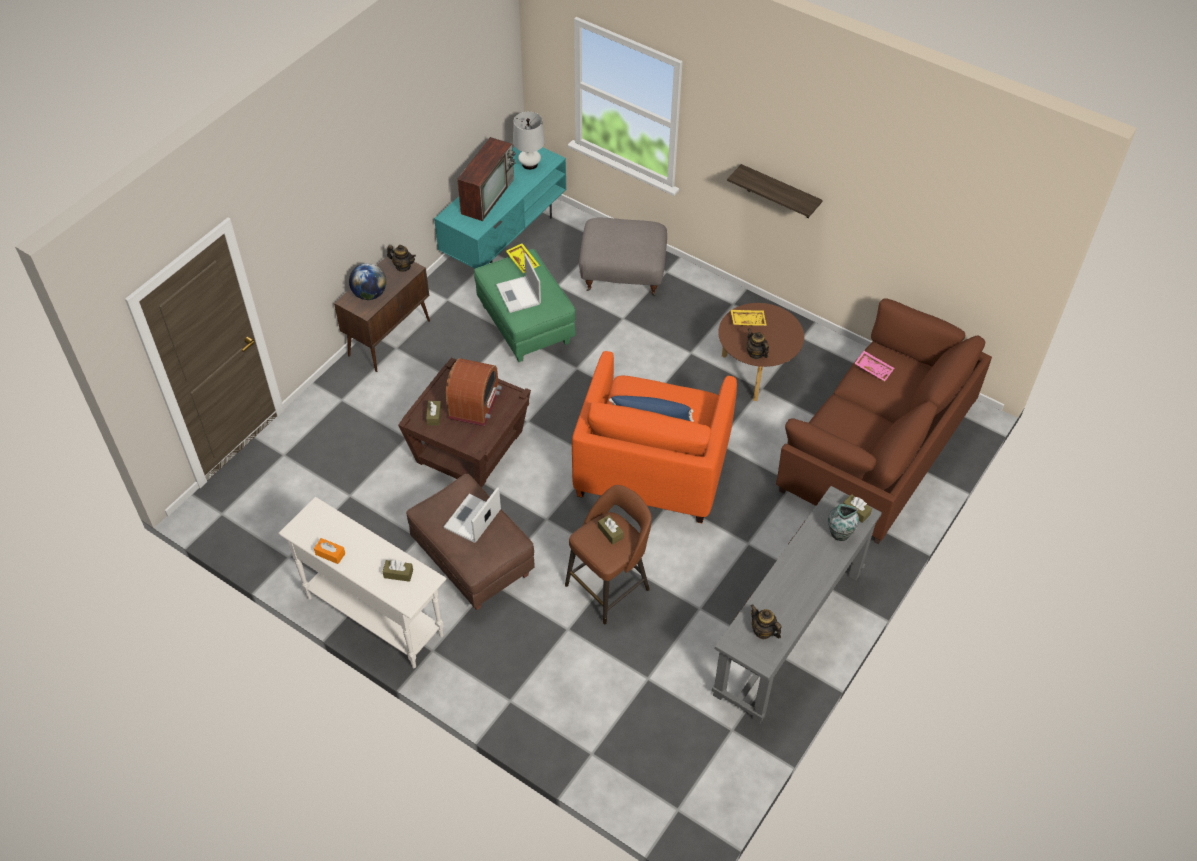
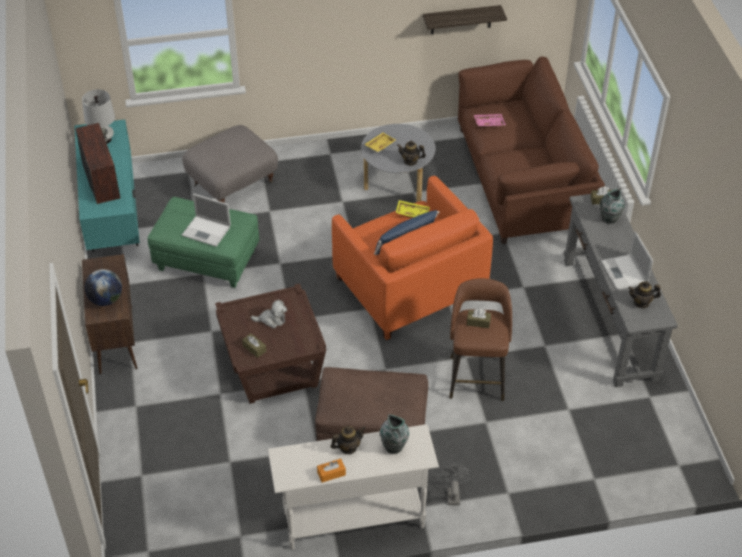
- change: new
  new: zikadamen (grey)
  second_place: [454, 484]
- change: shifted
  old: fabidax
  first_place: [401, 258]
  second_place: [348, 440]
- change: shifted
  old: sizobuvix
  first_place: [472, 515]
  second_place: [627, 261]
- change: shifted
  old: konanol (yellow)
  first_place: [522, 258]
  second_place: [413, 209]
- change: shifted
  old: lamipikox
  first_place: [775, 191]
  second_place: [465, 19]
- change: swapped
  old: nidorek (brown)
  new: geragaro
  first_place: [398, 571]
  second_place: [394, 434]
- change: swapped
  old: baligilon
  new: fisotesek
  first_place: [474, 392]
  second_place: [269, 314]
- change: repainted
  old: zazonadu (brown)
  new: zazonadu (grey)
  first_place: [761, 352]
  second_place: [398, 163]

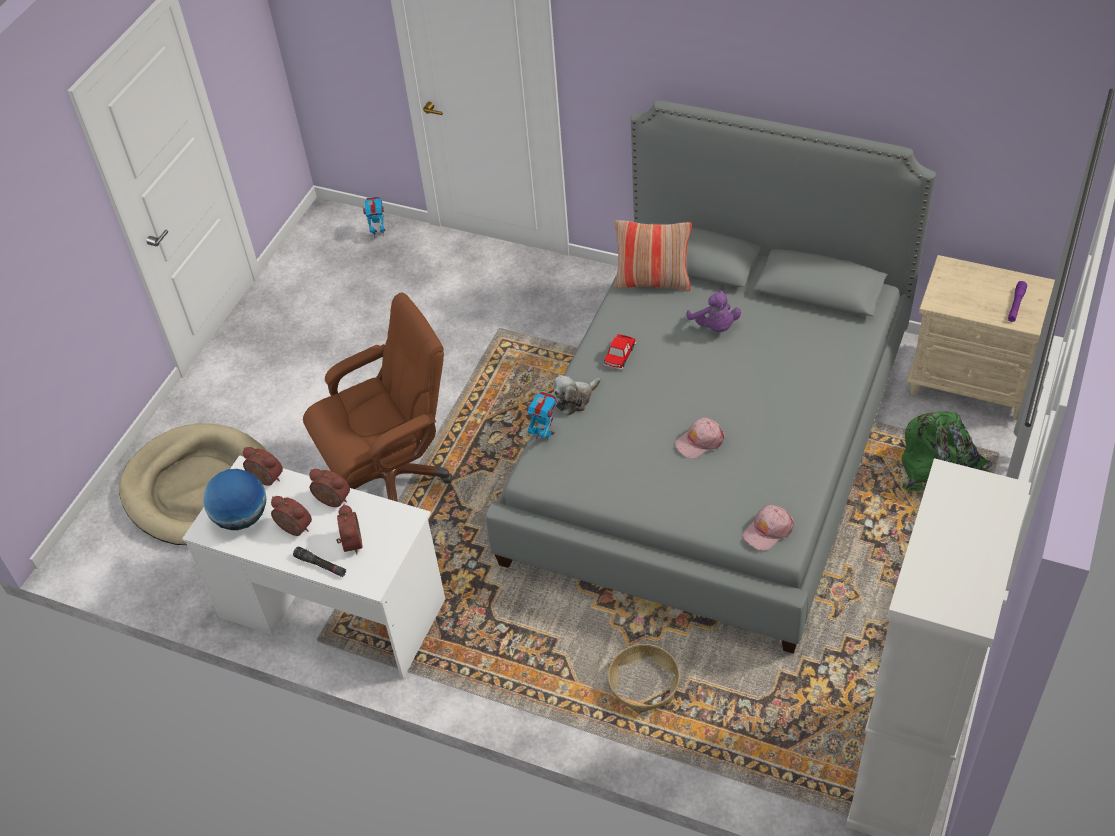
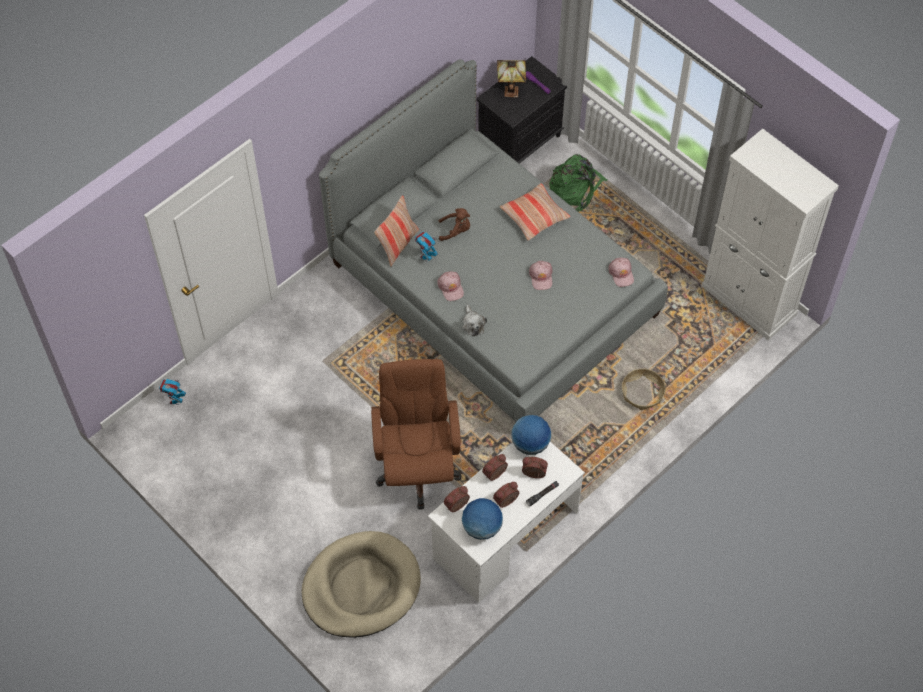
- change: new
  new: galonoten
  second_place: [511, 78]
- change: new
  new: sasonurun
  second_place: [535, 212]
- change: new
  new: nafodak
  second_place: [531, 435]
- change: shifted
  old: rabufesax
  first_place: [542, 416]
  second_place: [426, 247]
- change: swapped
  old: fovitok
  new: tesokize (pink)
  first_place: [620, 352]
  second_place: [450, 286]
- change: repainted
  old: fisotesek (purple)
  new: fisotesek (brown)
  first_place: [713, 311]
  second_place: [454, 224]
- change: repainted
  old: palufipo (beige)
  new: palufipo (black)
  first_place: [980, 337]
  second_place: [521, 109]

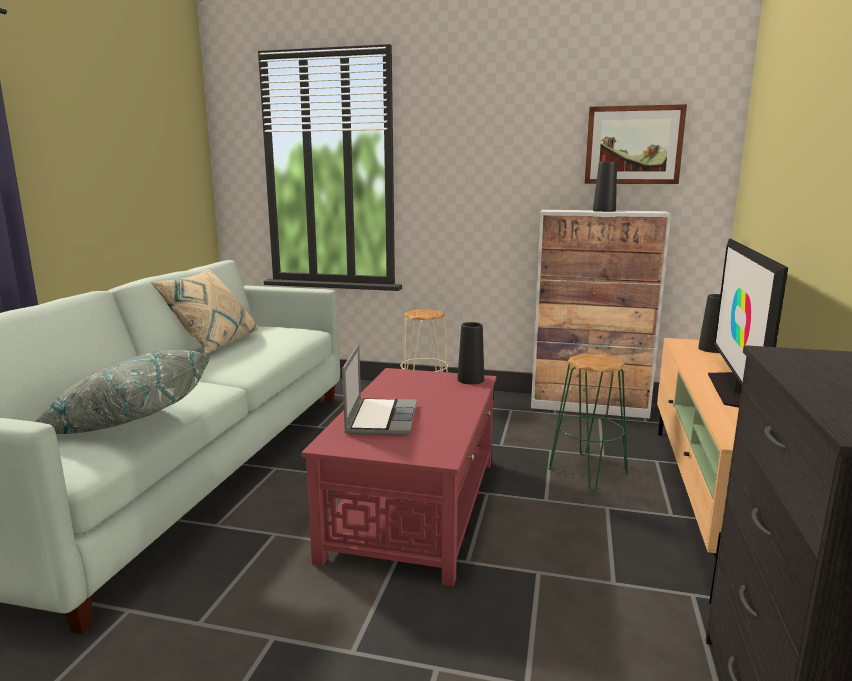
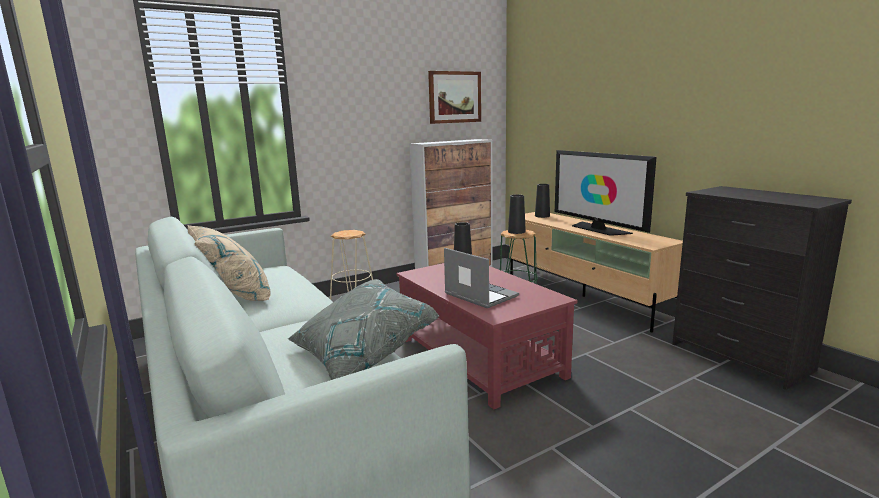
- change: shifted
  old: geragaro (black)
  first_place: [605, 187]
  second_place: [517, 214]

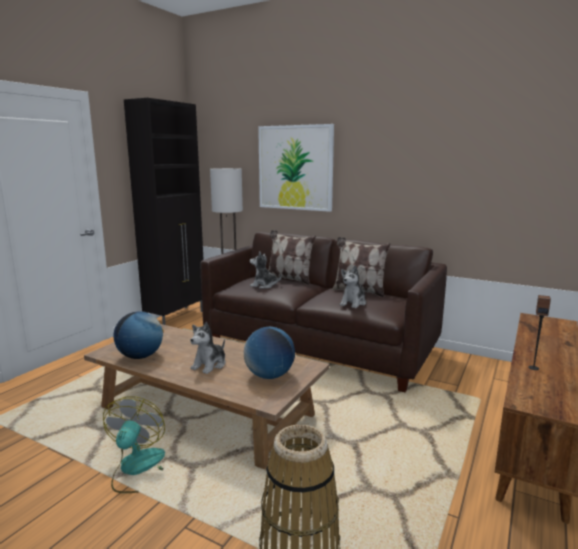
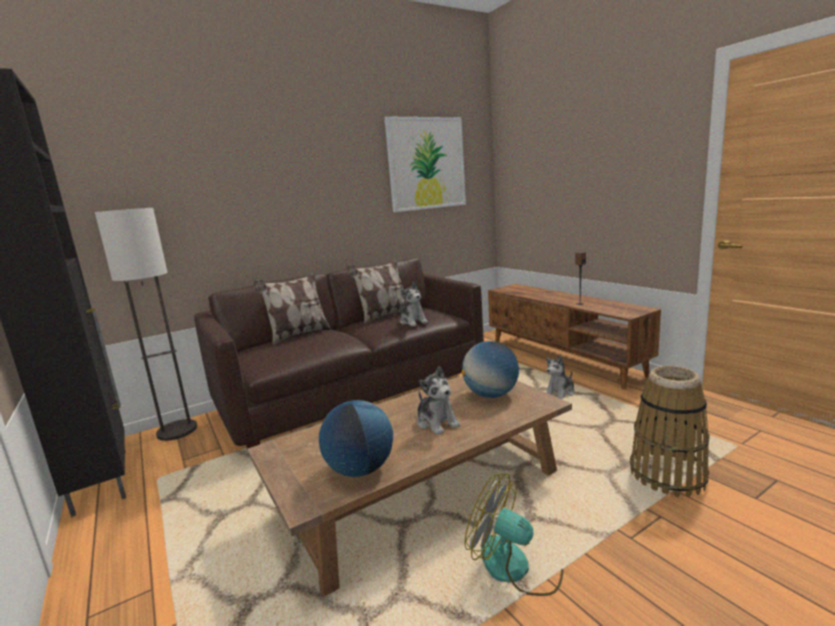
- change: shifted
  old: fisotesek
  first_place: [266, 270]
  second_place: [560, 377]
- change: shifted
  old: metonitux
  first_place: [296, 168]
  second_place: [425, 164]

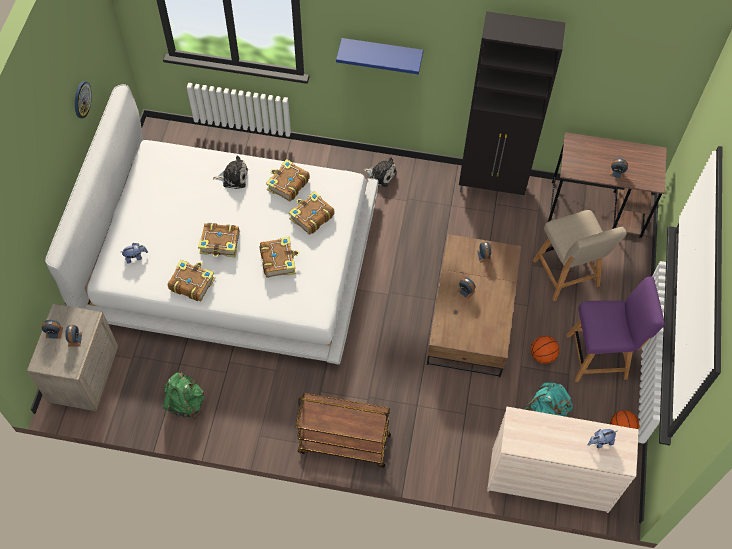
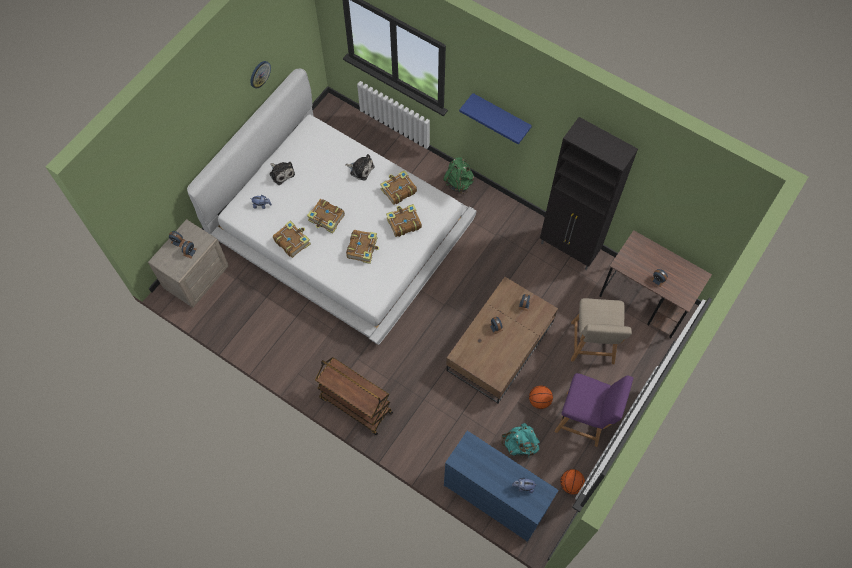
- change: shifted
  old: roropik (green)
  first_place: [183, 395]
  second_place: [458, 175]
- change: shifted
  old: fisotesek
  first_place: [380, 172]
  second_place: [282, 173]
- change: repainted
  old: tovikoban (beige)
  new: tovikoban (blue)
  first_place: [563, 460]
  second_place: [501, 486]

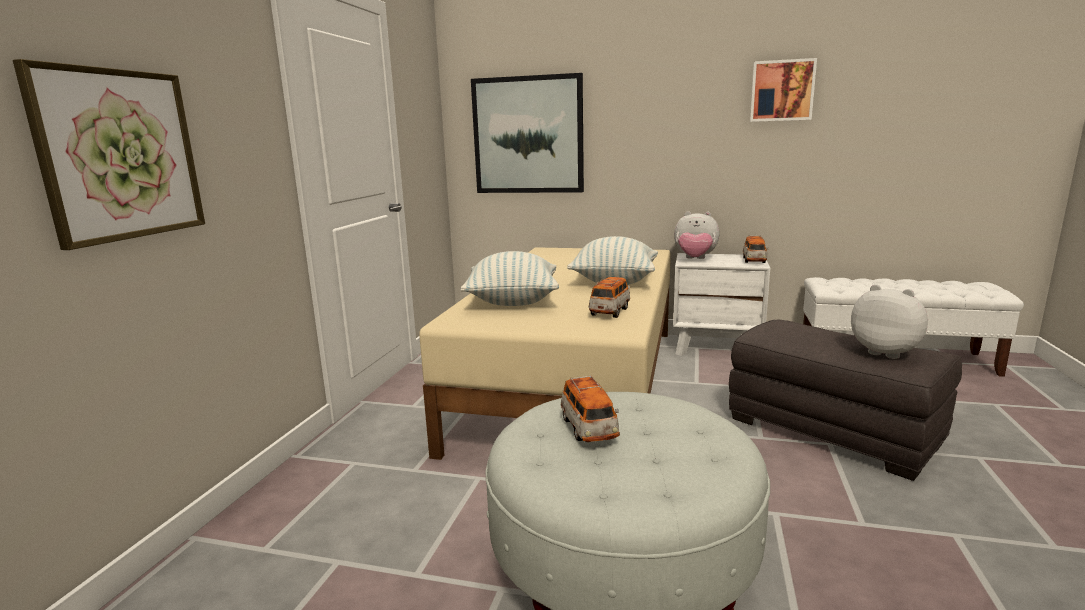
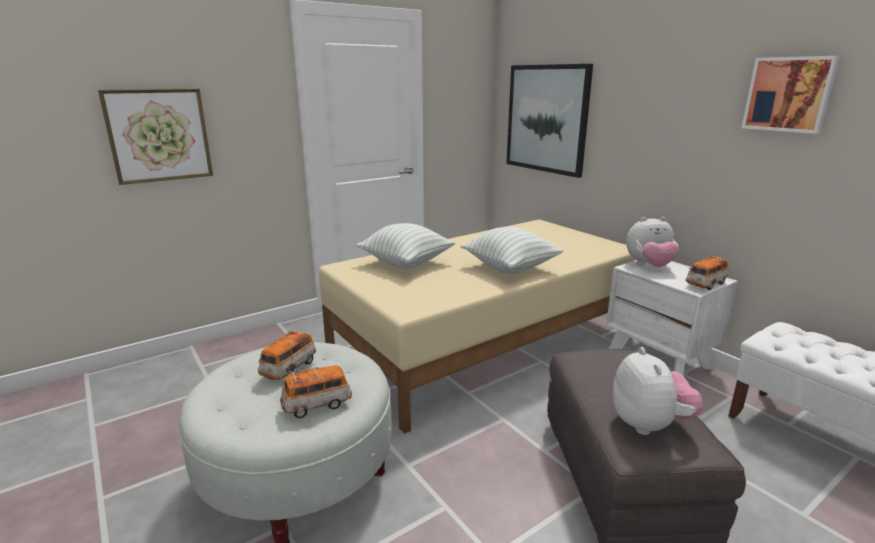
- change: shifted
  old: fovitok
  first_place: [609, 297]
  second_place: [316, 391]
- change: rotated
  old: fisotesek
  first_place: [697, 235]
  second_place: [652, 242]
  degrees: -60

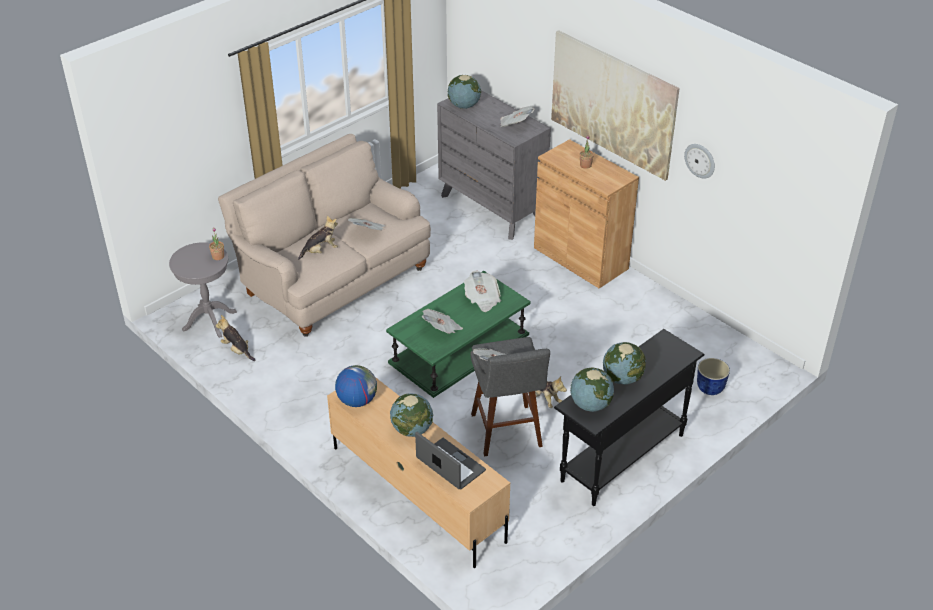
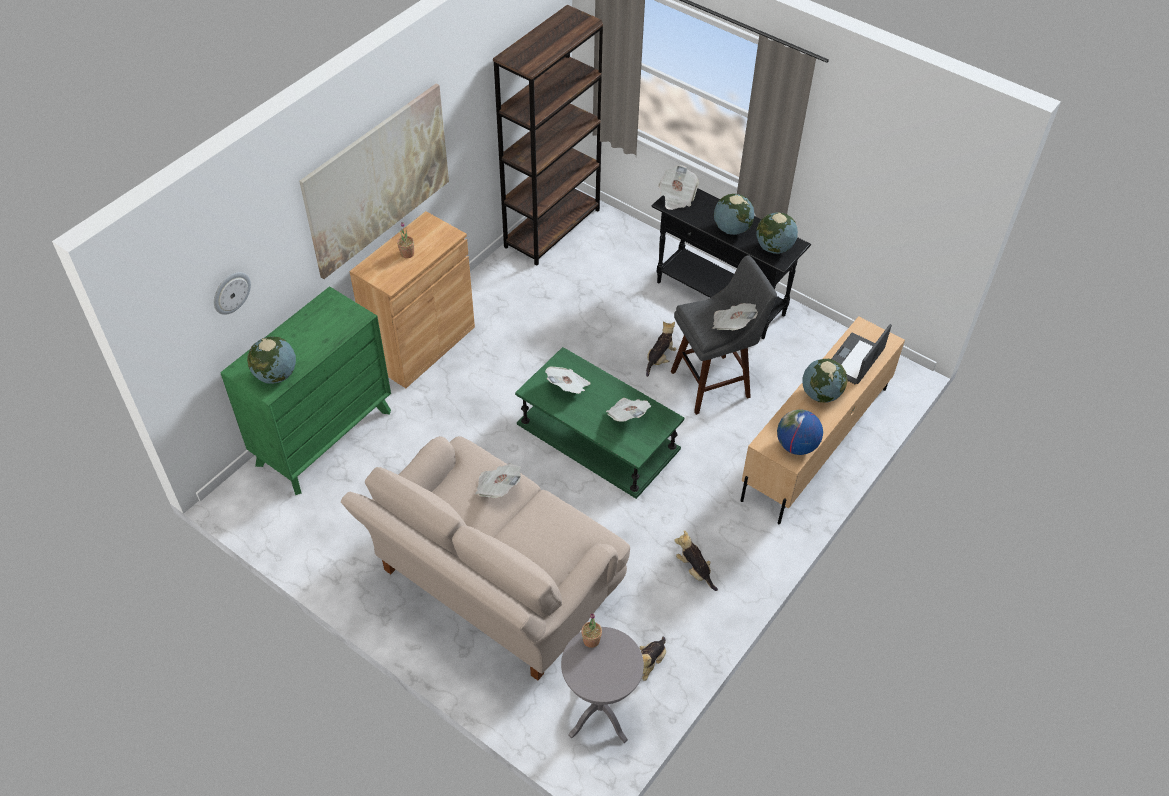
- change: gone
  old: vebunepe
  first_place: [713, 376]
- change: new
  new: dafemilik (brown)
  second_place: [548, 135]
- change: shifted
  old: fisotesek
  first_place: [318, 238]
  second_place: [696, 560]
- change: shifted
  old: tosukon
  first_place: [517, 116]
  second_place: [679, 187]
- change: shifted
  old: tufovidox
  first_place: [699, 161]
  second_place: [232, 293]
- change: repainted
  old: tovikoban (grey)
  new: tovikoban (green)
  first_place: [494, 165]
  second_place: [305, 390]

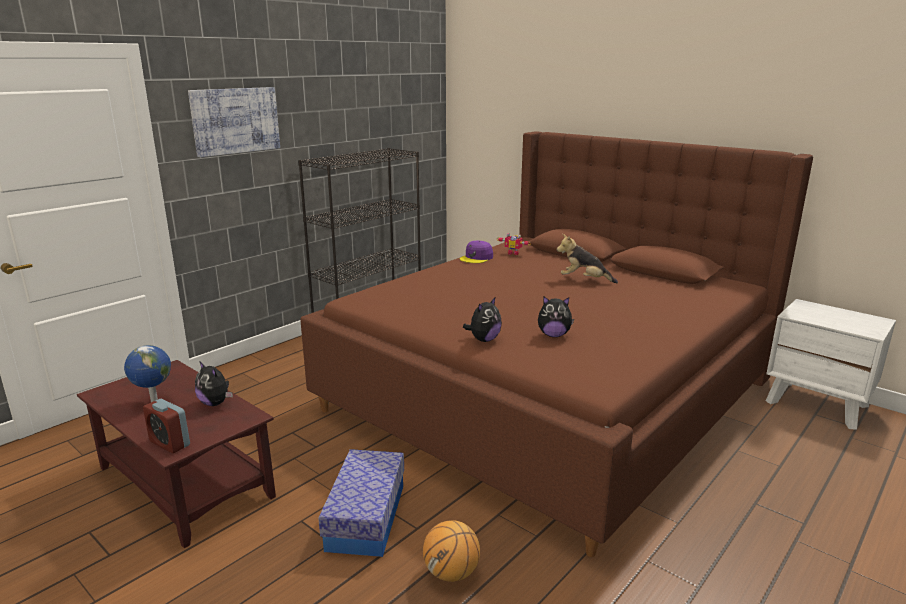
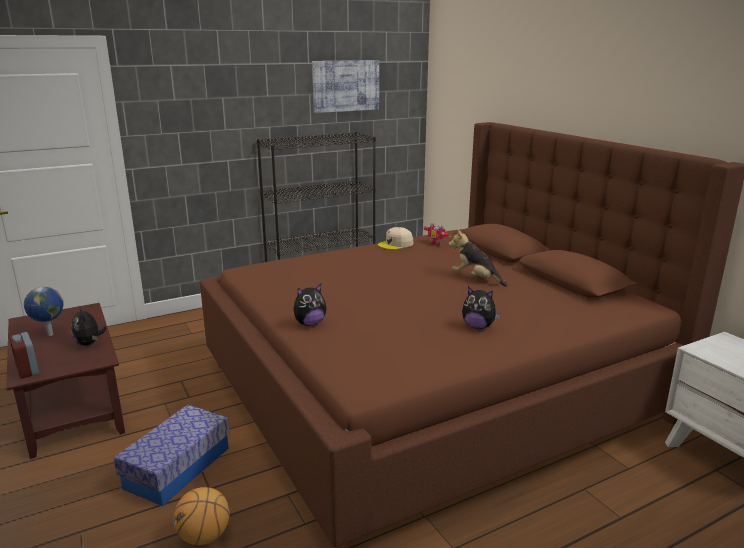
- change: shifted
  old: metonitux
  first_place: [234, 122]
  second_place: [345, 86]
- change: shifted
  old: fisotesek
  first_place: [556, 316]
  second_place: [481, 307]
- change: repainted
  old: tesokize (purple)
  new: tesokize (beige)
  first_place: [476, 252]
  second_place: [395, 238]

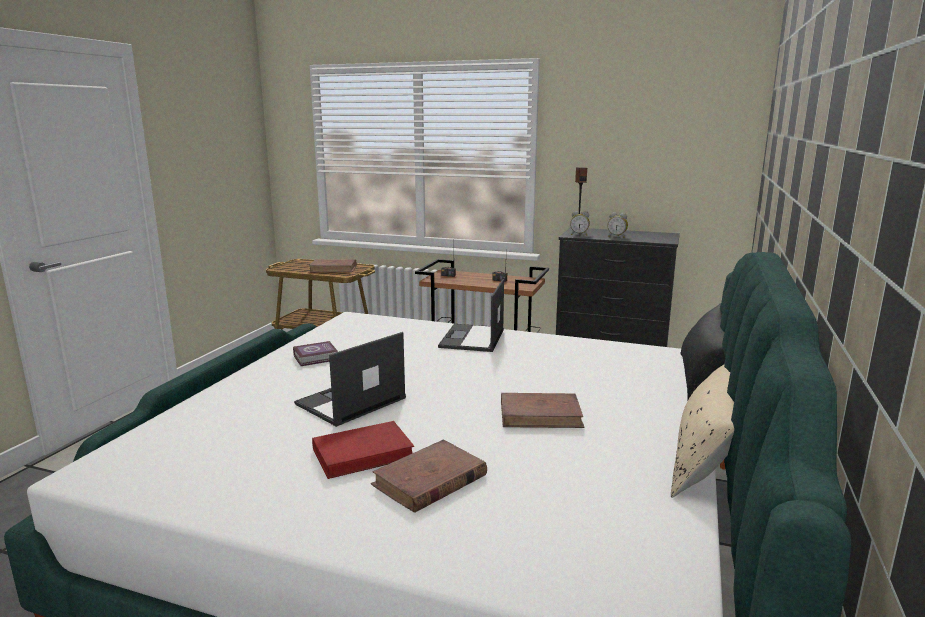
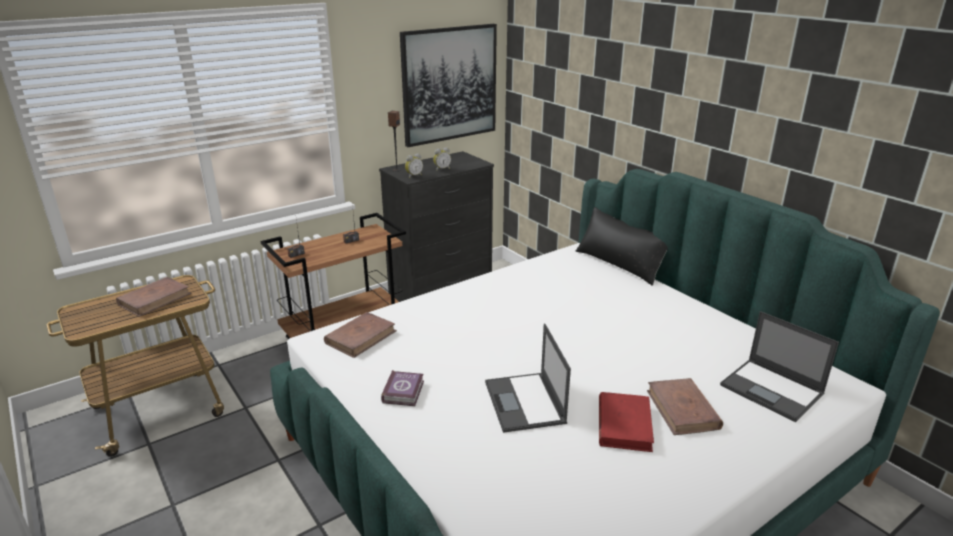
- change: gone
  old: sasonurun (beige)
  first_place: [702, 431]
- change: new
  new: metonitux
  second_place: [448, 85]
- change: shifted
  old: sizobuvix
  first_place: [471, 315]
  second_place: [779, 366]
- change: shifted
  old: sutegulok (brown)
  first_place: [543, 410]
  second_place: [360, 335]

